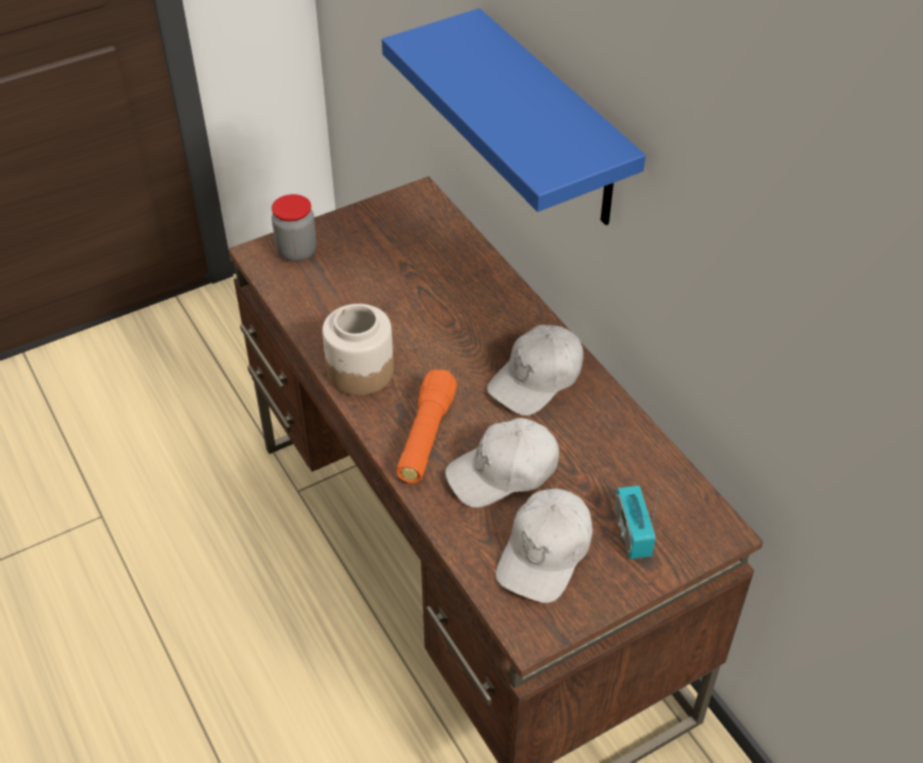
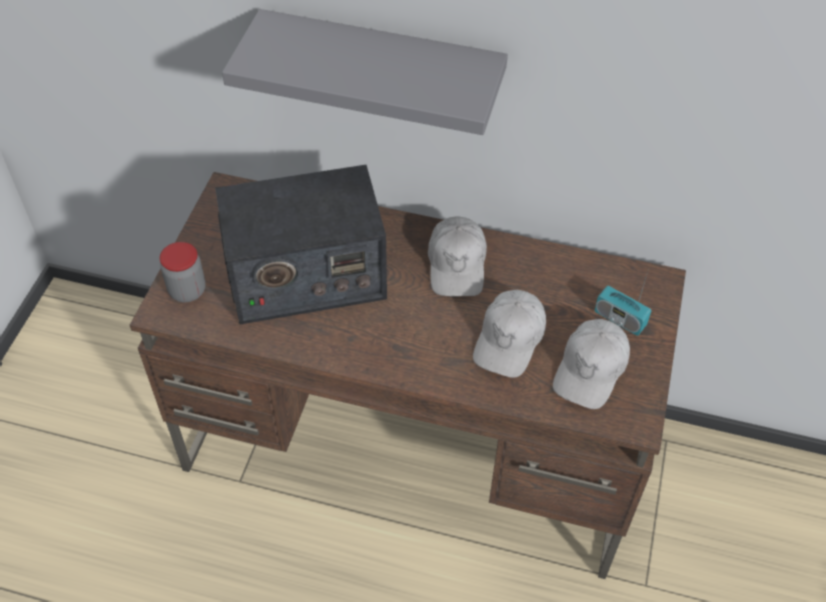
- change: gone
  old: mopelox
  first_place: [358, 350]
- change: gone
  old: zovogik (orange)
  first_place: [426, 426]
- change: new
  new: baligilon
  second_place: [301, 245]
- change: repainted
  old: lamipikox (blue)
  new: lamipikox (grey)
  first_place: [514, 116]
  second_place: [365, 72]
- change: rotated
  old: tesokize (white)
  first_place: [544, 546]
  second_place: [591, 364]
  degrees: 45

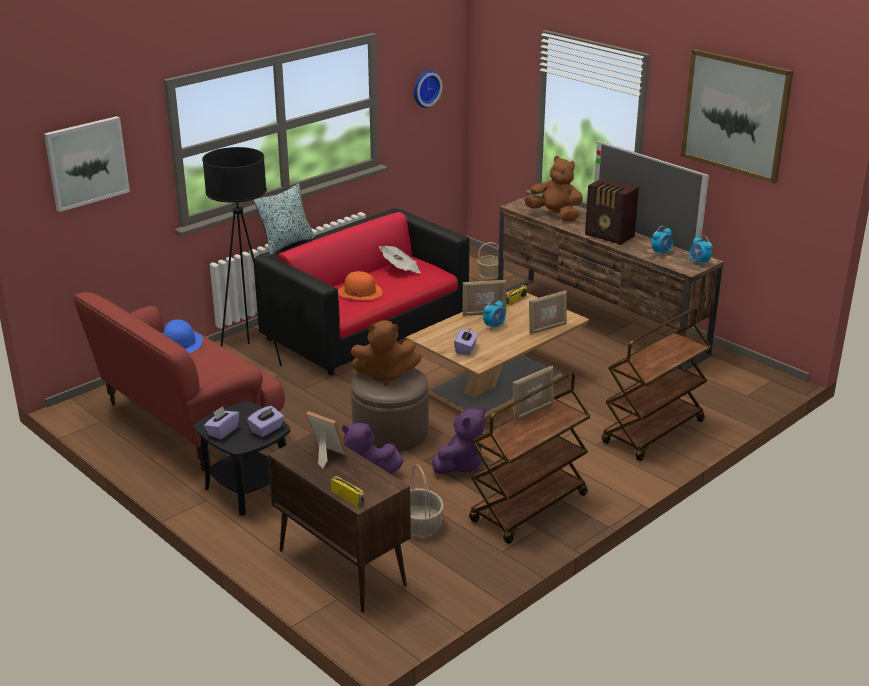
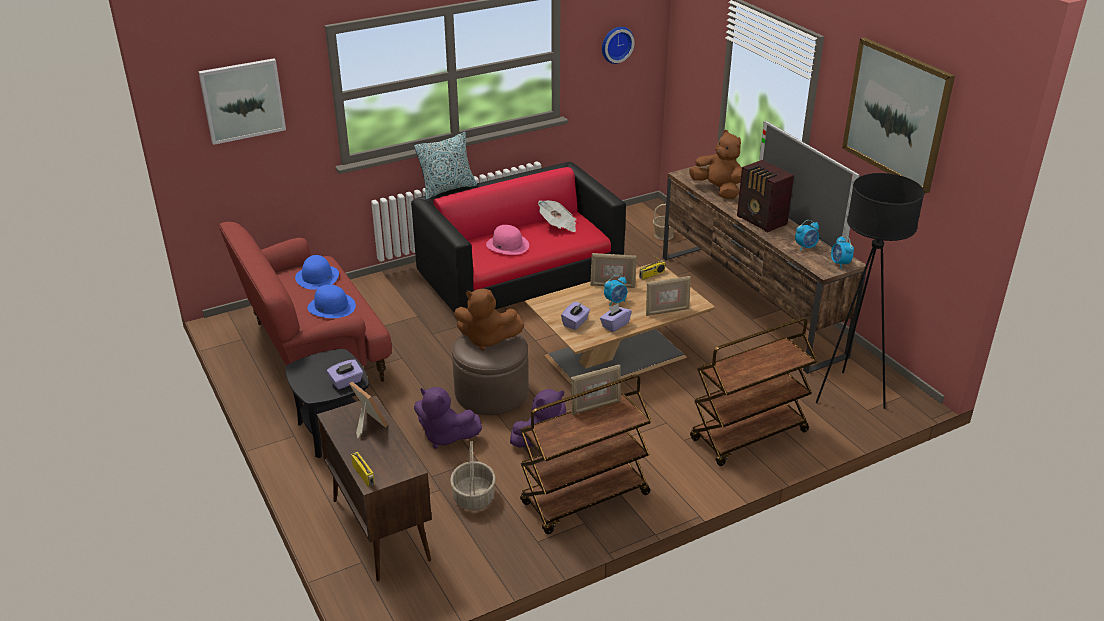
- change: new
  new: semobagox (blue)
  second_place: [332, 301]
- change: shifted
  old: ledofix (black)
  first_place: [242, 256]
  second_place: [870, 291]
- change: shifted
  old: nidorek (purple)
  first_place: [221, 422]
  second_place: [616, 317]
- change: repainted
  old: semobagox (orange)
  new: semobagox (pink)
  first_place: [360, 285]
  second_place: [507, 240]

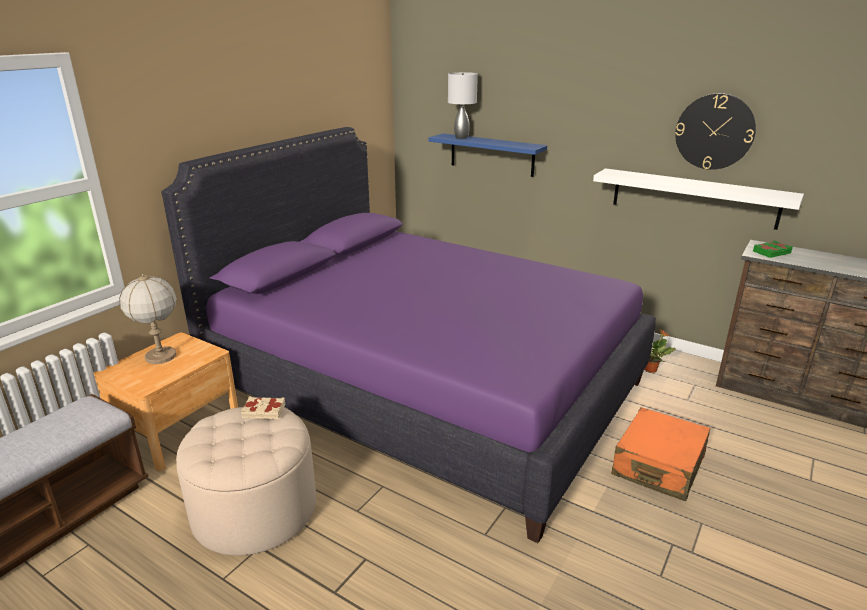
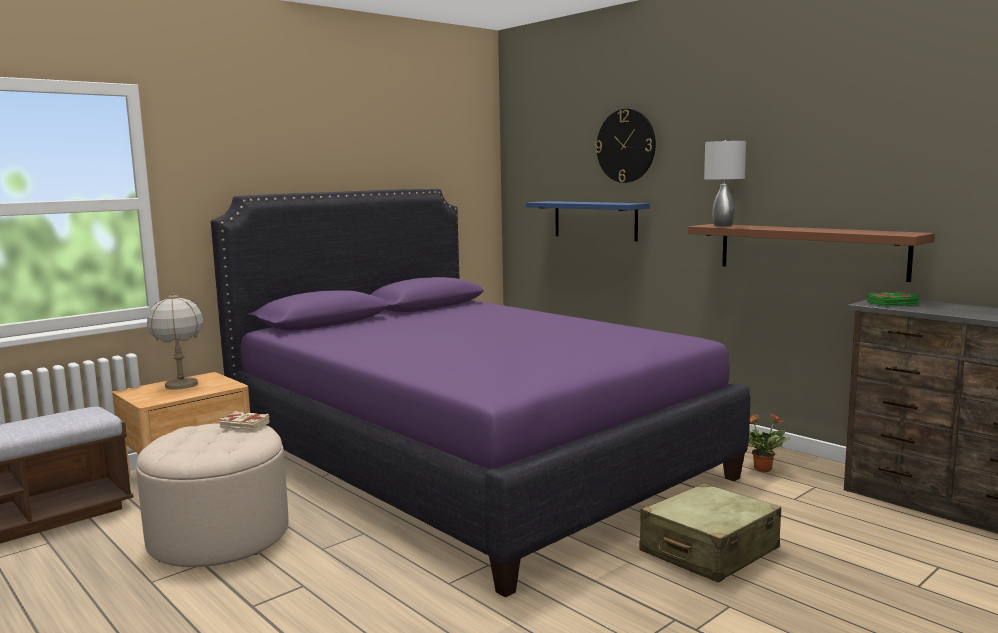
- change: shifted
  old: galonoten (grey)
  first_place: [463, 105]
  second_place: [725, 183]
- change: shifted
  old: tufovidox
  first_place: [715, 131]
  second_place: [625, 146]
- change: repainted
  old: lamipikox (white)
  new: lamipikox (brown)
  first_place: [698, 199]
  second_place: [811, 253]
- change: repainted
  old: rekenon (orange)
  new: rekenon (beige)
  first_place: [660, 454]
  second_place: [710, 533]

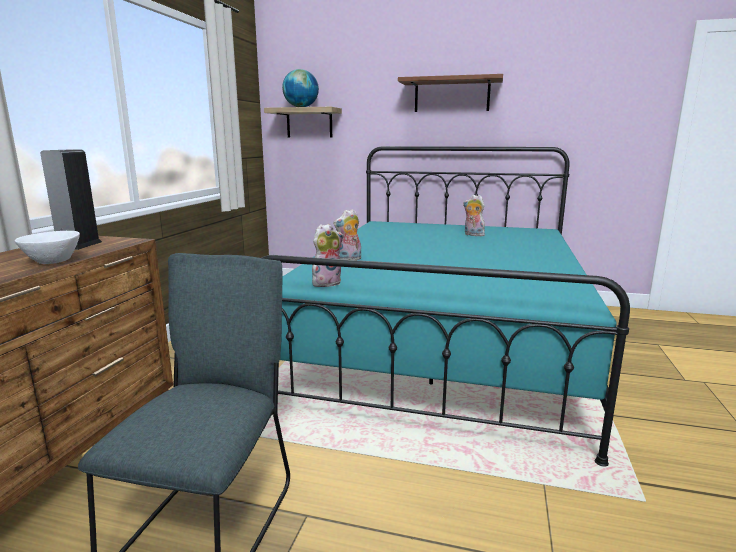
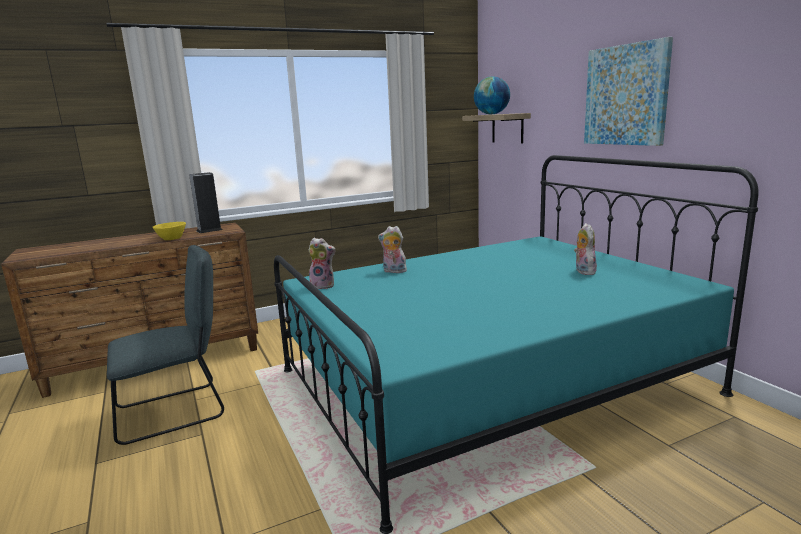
- change: swapped
  old: lamipikox (brown)
  new: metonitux
  first_place: [450, 93]
  second_place: [628, 91]
- change: repainted
  old: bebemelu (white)
  new: bebemelu (yellow)
  first_place: [47, 247]
  second_place: [169, 231]

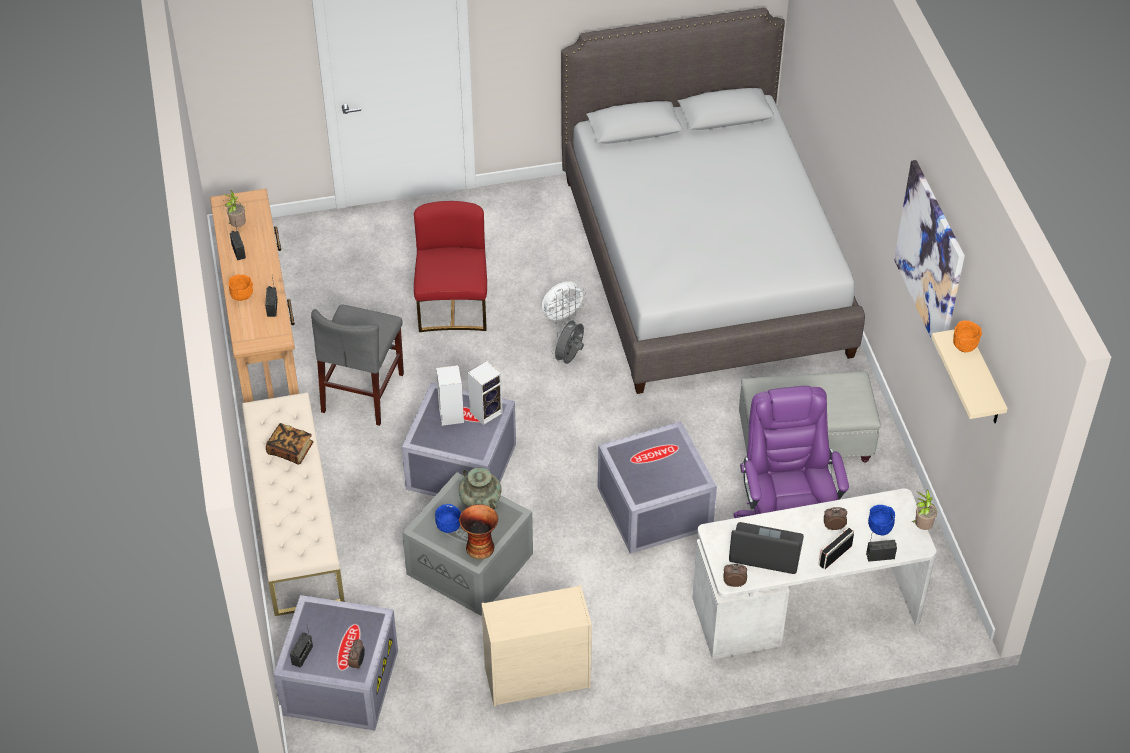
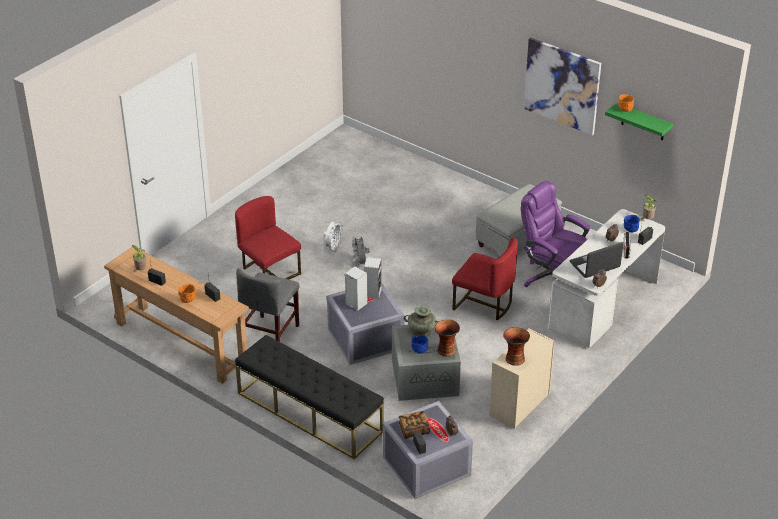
- change: gone
  old: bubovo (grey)
  first_place: [713, 201]
- change: new
  new: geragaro
  second_place: [516, 346]
- change: shifted
  old: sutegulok
  first_place: [290, 444]
  second_place: [414, 425]
- change: swapped
  old: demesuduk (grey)
  new: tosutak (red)
  first_place: [657, 487]
  second_place: [485, 279]
- change: repainted
  old: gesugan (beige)
  new: gesugan (black)
  first_place: [293, 504]
  second_place: [309, 397]
- change: repainted
  old: lamipikox (beige)
  new: lamipikox (green)
  first_place: [969, 376]
  second_place: [639, 121]
- change: rotated
  old: tosutak (grey)
  first_place: [357, 365]
  second_place: [267, 305]
  degrees: 45

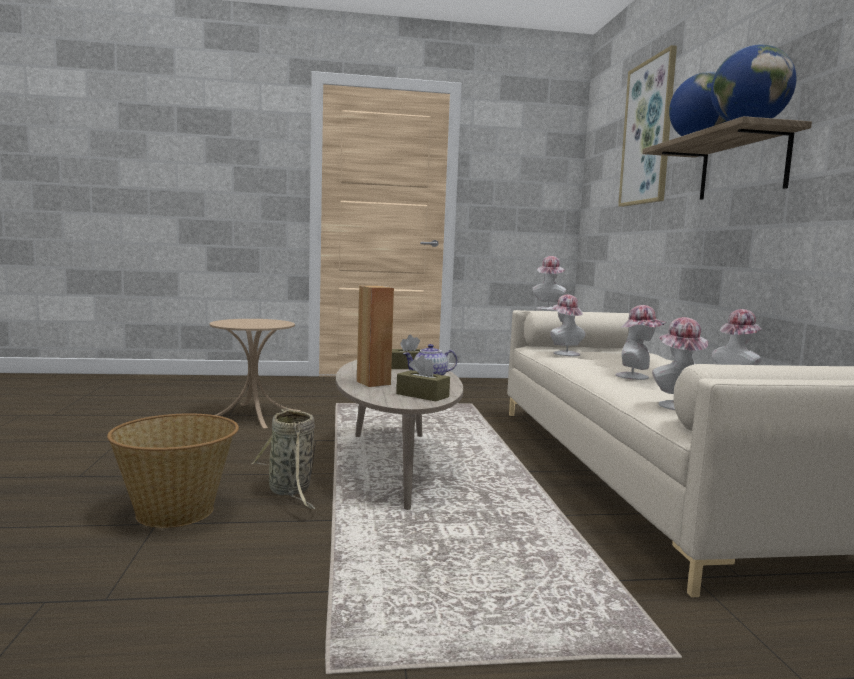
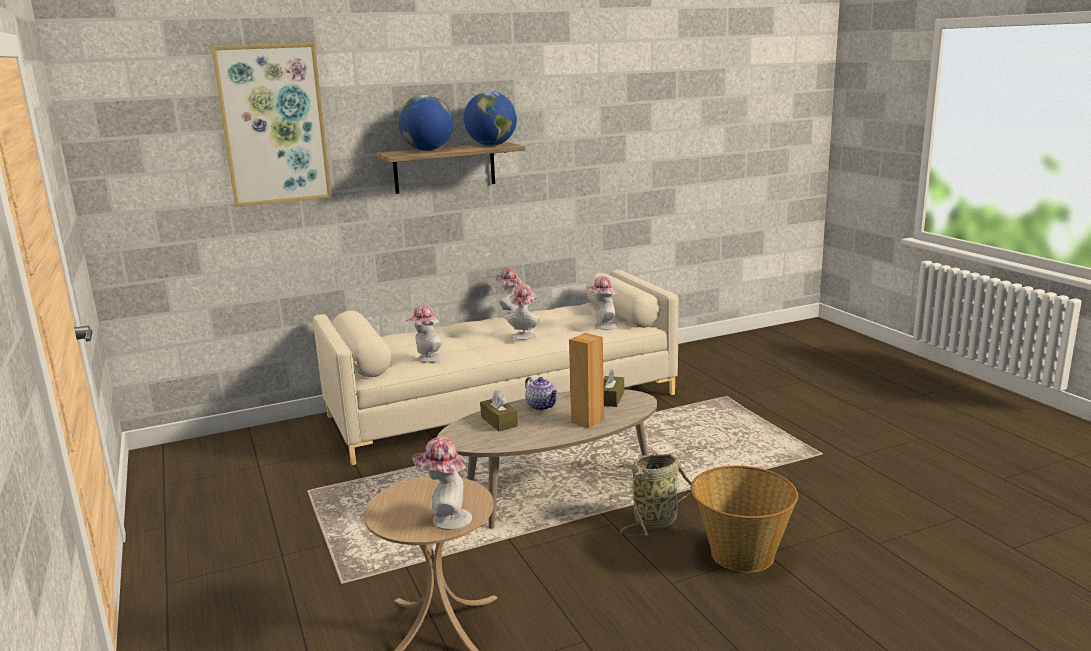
- change: shifted
  old: semobagox
  first_place: [549, 283]
  second_place: [442, 483]

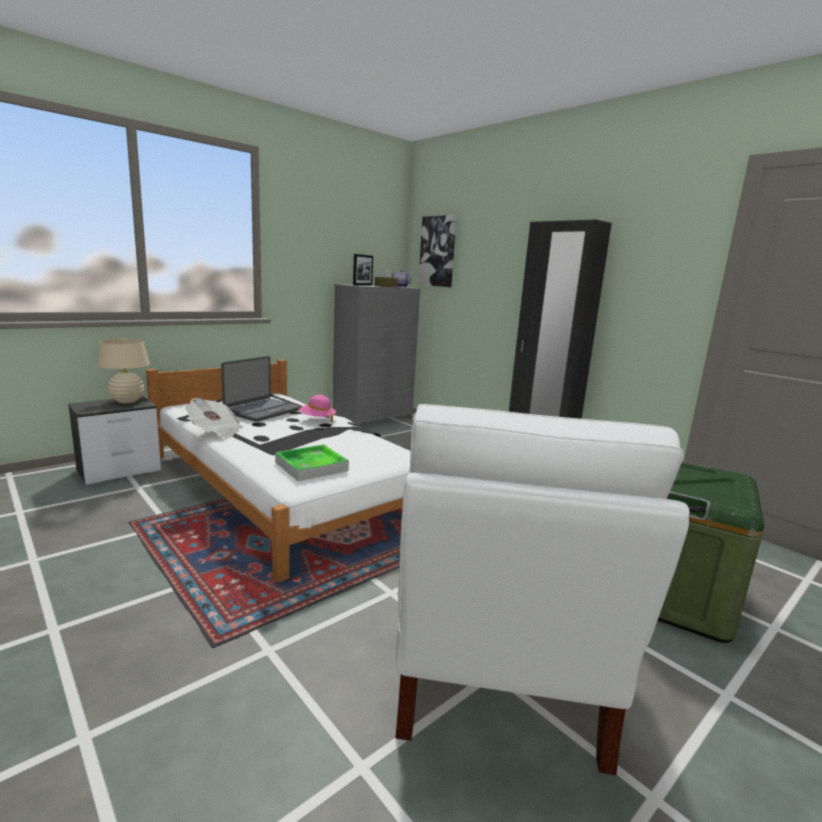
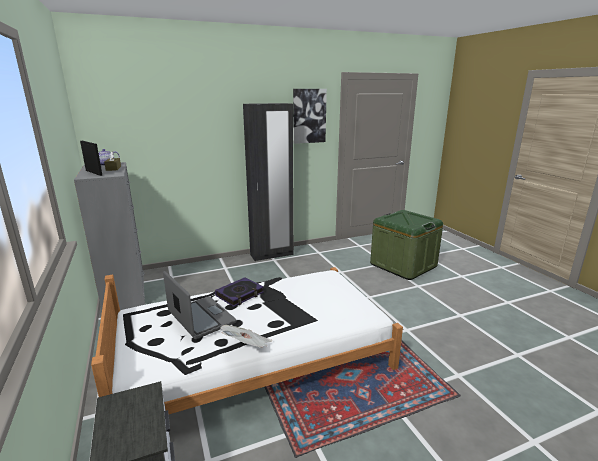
- change: gone
  old: galonoten (beige)
  first_place: [123, 371]
- change: gone
  old: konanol
  first_place: [312, 462]
- change: gone
  old: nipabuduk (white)
  first_place: [543, 589]
- change: shifted
  old: metonitux
  first_place: [437, 251]
  second_place: [310, 116]
- change: swapped
  old: semobagox (pink)
  new: sutegulok
  first_place: [317, 409]
  second_place: [239, 292]

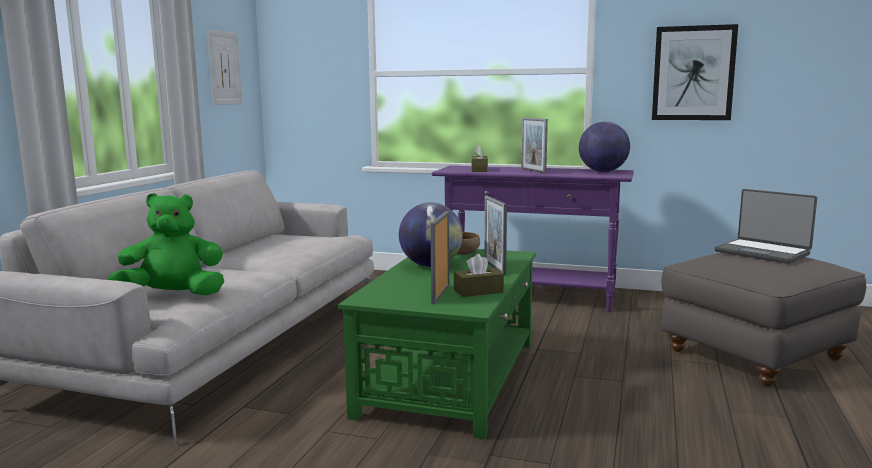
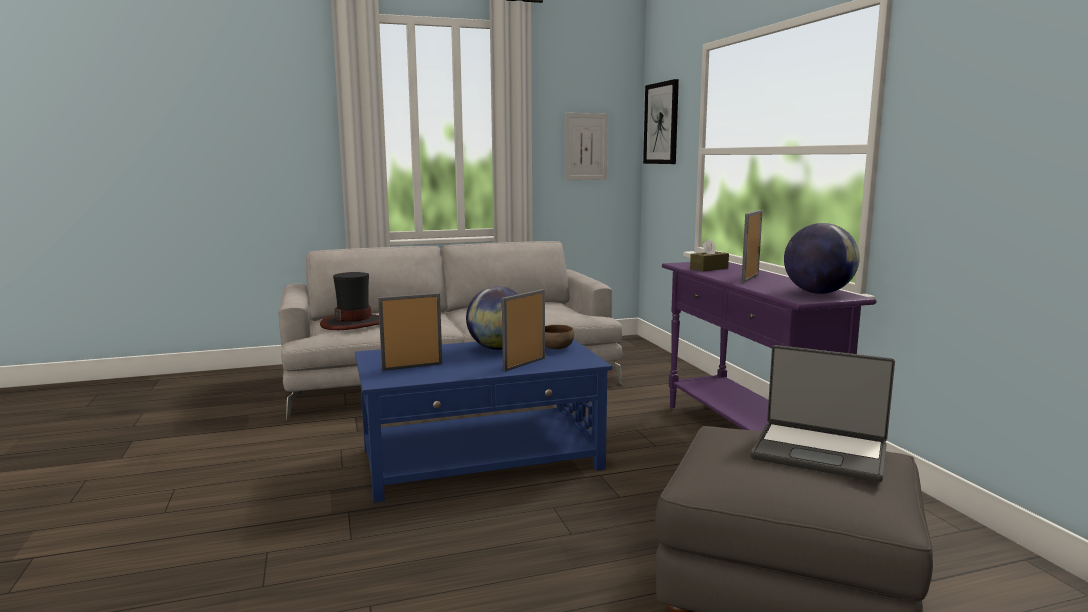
- change: gone
  old: nidorek (brown)
  first_place: [479, 275]
- change: shifted
  old: metonitux
  first_place: [695, 72]
  second_place: [661, 121]
- change: swapped
  old: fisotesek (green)
  new: semobagox
  first_place: [166, 244]
  second_place: [350, 301]
- change: repainted
  old: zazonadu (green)
  new: zazonadu (blue)
  first_place: [437, 344]
  second_place: [483, 421]
- change: rotated
  old: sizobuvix
  first_place: [766, 226]
  second_place: [823, 413]
  degrees: -75

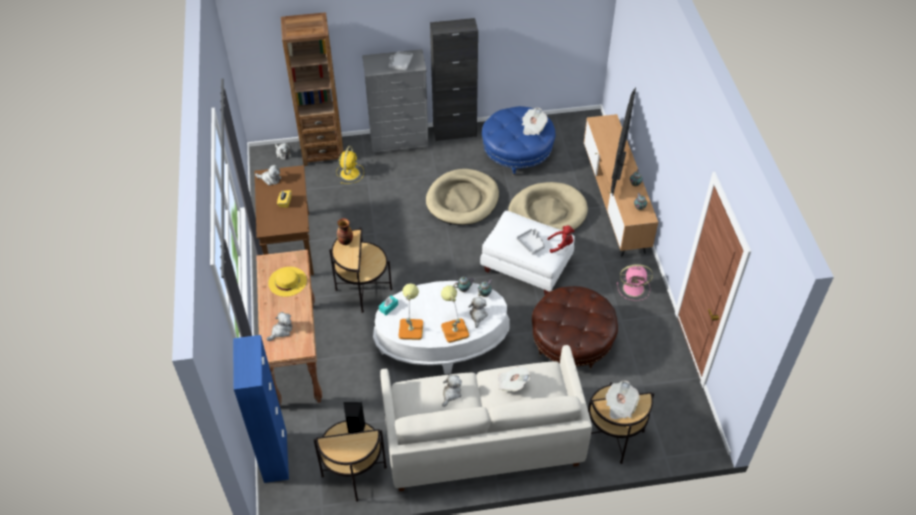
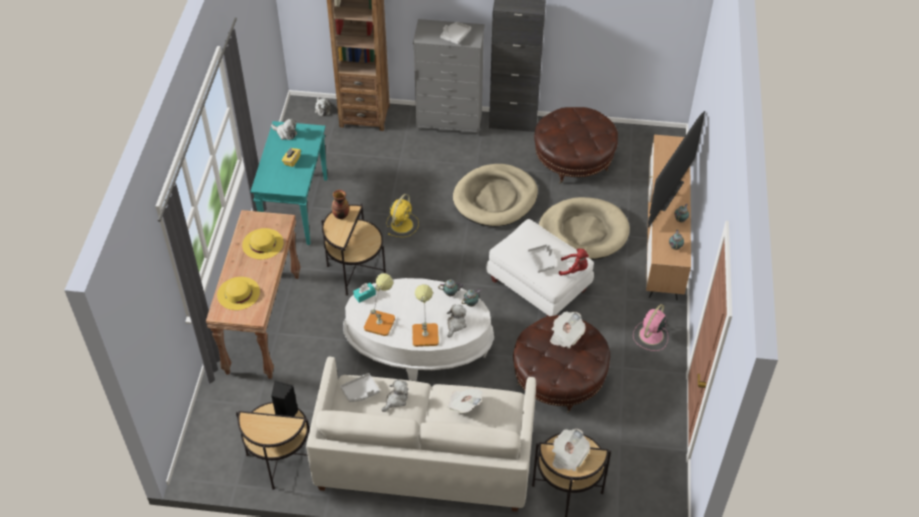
- change: gone
  old: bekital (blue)
  first_place: [261, 409]
- change: new
  new: konanol (grey)
  second_place: [360, 387]
- change: shifted
  old: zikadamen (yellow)
  first_place: [350, 165]
  second_place: [403, 215]
- change: shifted
  old: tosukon
  first_place: [535, 121]
  second_place: [567, 329]
- change: swapped
  old: fisotesek
  new: semobagox (yellow)
  first_place: [279, 326]
  second_place: [238, 293]
- change: repainted
  old: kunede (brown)
  new: kunede (turquoise)
  first_place: [284, 220]
  second_place: [288, 183]
- change: repainted
  old: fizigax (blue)
  new: fizigax (brown)
  first_place: [519, 141]
  second_place: [576, 145]
- change: rotated
  old: zikadamen (pink)
  first_place: [635, 282]
  second_place: [650, 327]
  degrees: 105

